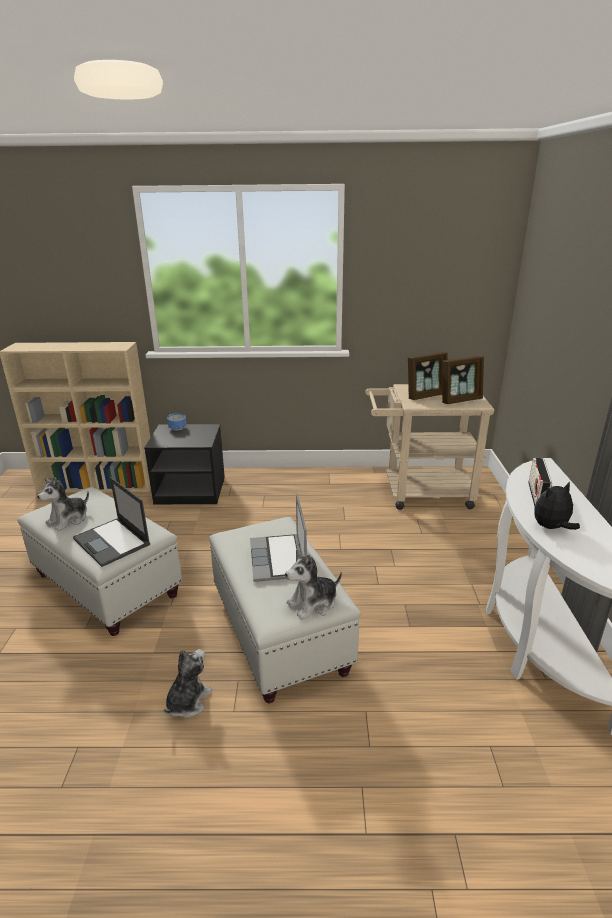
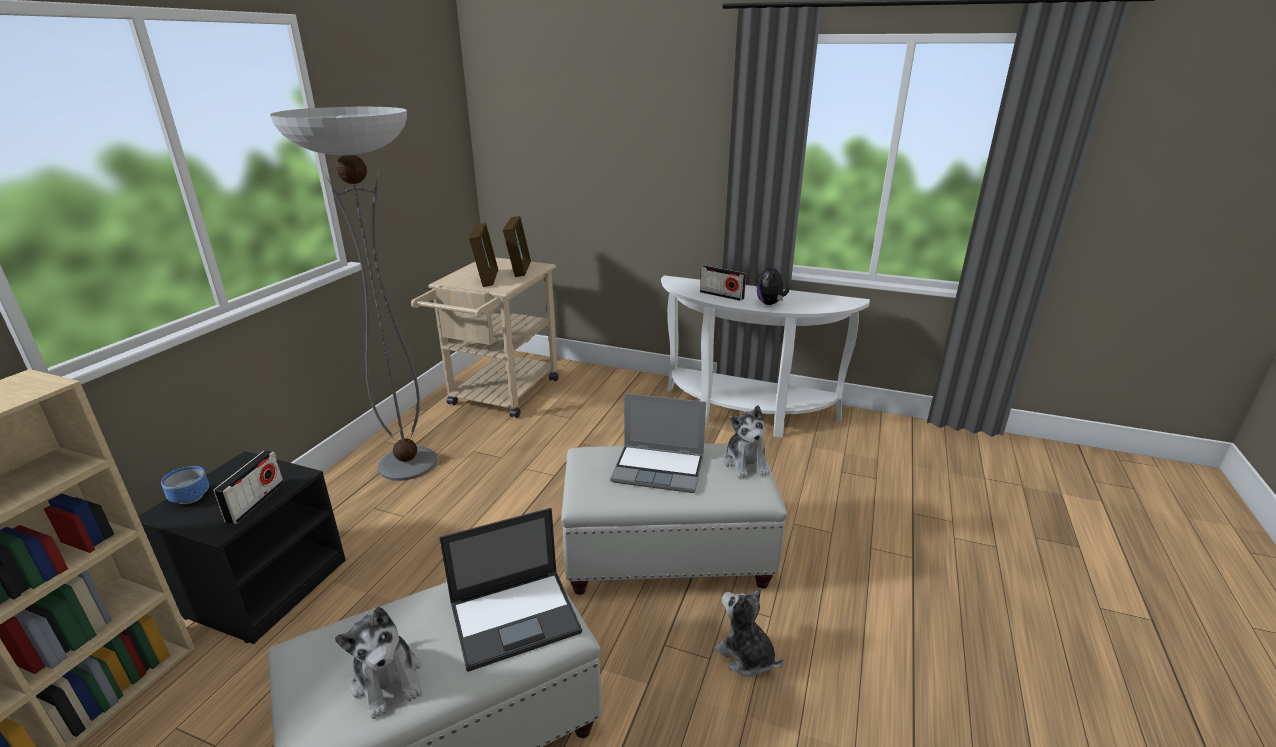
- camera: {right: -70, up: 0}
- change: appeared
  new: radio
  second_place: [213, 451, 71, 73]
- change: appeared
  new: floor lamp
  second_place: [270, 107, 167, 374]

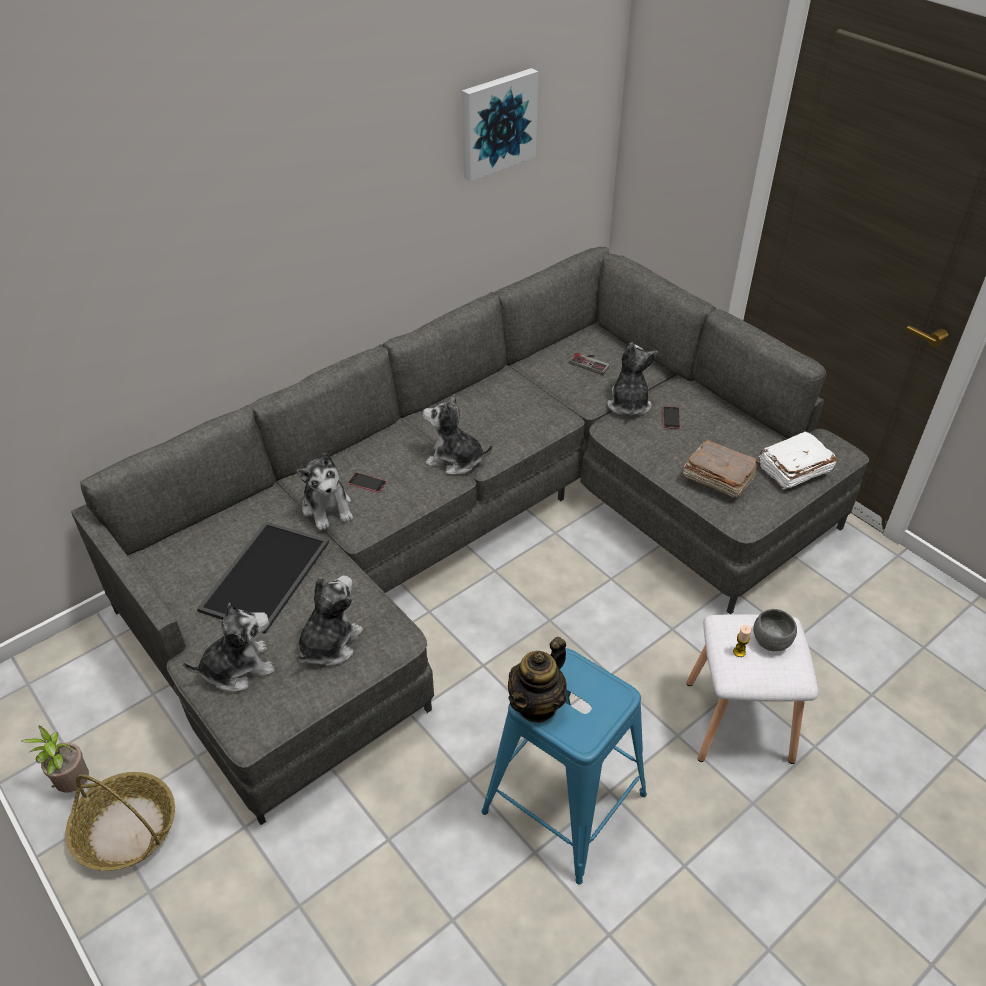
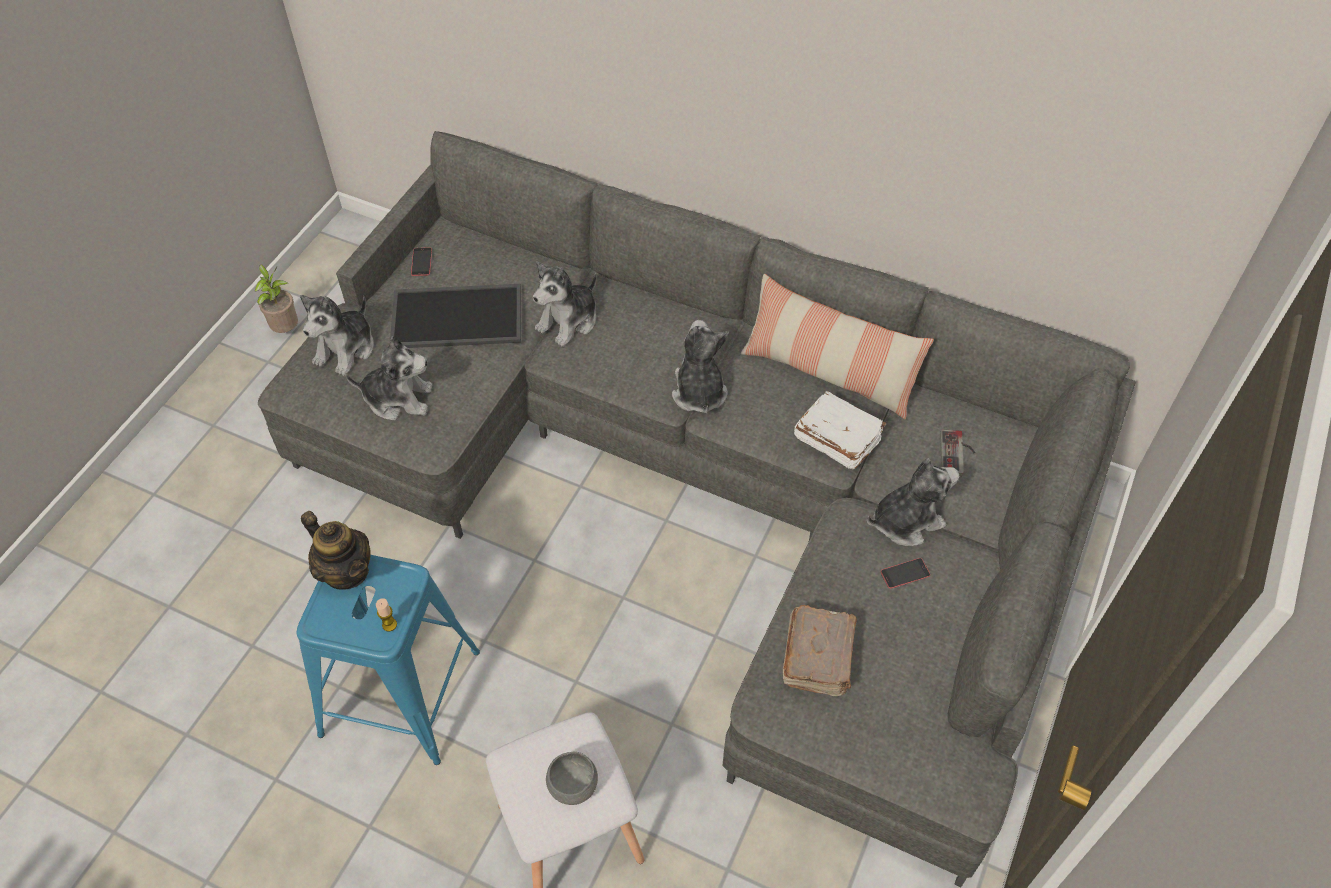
- camera: {right: 65, up: 10}
- change: missing
  old: household basket
  first_place: [66, 772, 109, 99]
- change: missing
  old: wall art
  first_place: [462, 68, 77, 114]
- change: appeared
  new: cushion
  second_place: [741, 274, 193, 145]
- change: relocated
  old: telephone
  first_place: [348, 472, 39, 21]
  second_place: [411, 247, 21, 29]
- change: relocated
  old: wax candle
  first_place: [733, 625, 18, 32]
  second_place: [376, 598, 21, 34]
- change: relocated
  old: white volume
  first_place: [759, 431, 78, 58]
  second_place: [794, 391, 92, 78]
- change: spun
  old: soft toy
  first_place: [183, 603, 92, 89]
  second_place: [300, 295, 74, 81]
  degrees: 75
- change: spun
  old: teapot
  first_place: [508, 637, 59, 86]
  second_place: [301, 511, 69, 79]
  degrees: -150

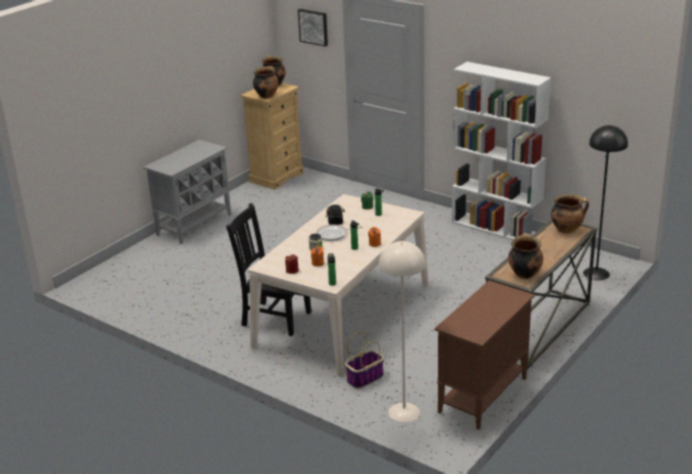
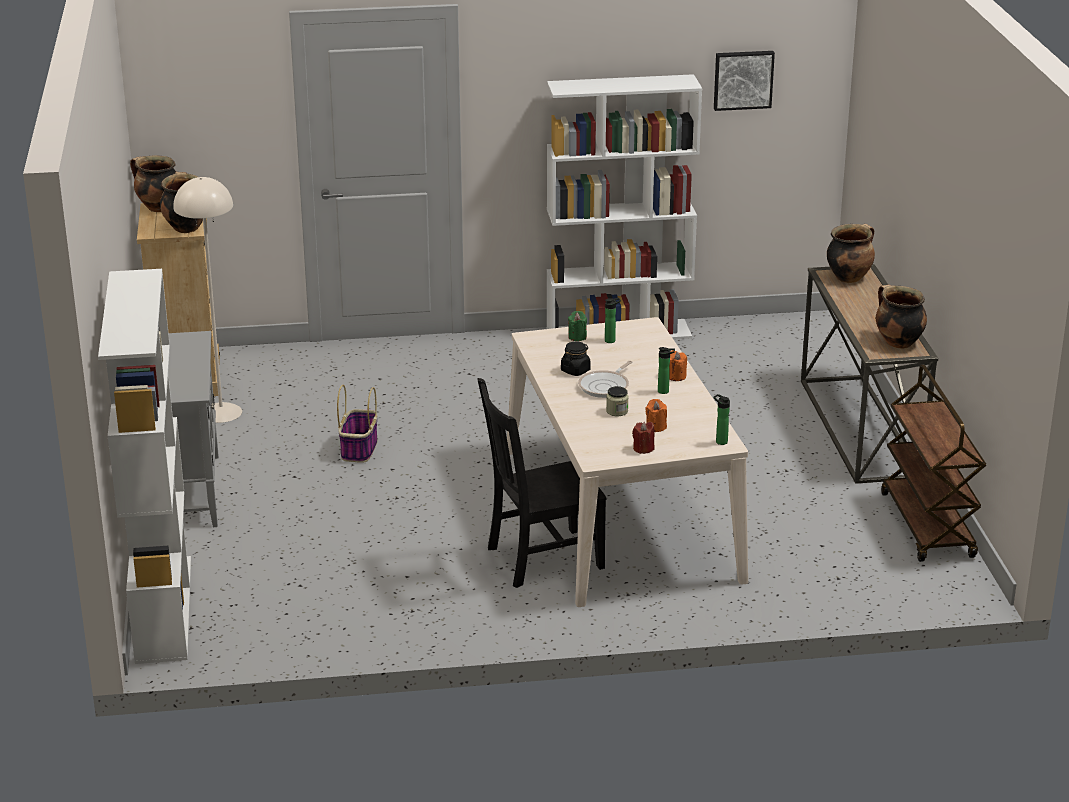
- camera: {right: -45, up: 0}
- change: missing
  old: blackish floor lamp
  first_place: [583, 125, 45, 156]
- change: appeared
  new: white bookshelf
  second_place: [98, 269, 93, 395]
- change: relocated
  old: wall art
  first_place: [298, 9, 30, 38]
  second_place: [714, 51, 61, 60]
- change: relocated
  old: household basket
  first_place: [345, 331, 39, 58]
  second_place: [337, 385, 41, 78]
- change: relocated
  old: beige floor lamp
  first_place: [379, 241, 47, 181]
  second_place: [173, 177, 69, 246]
- change: exchanged
  old: brownish storage cabinet
  new: brownish trolley
  first_place: [434, 280, 101, 150]
  second_place: [881, 364, 105, 198]

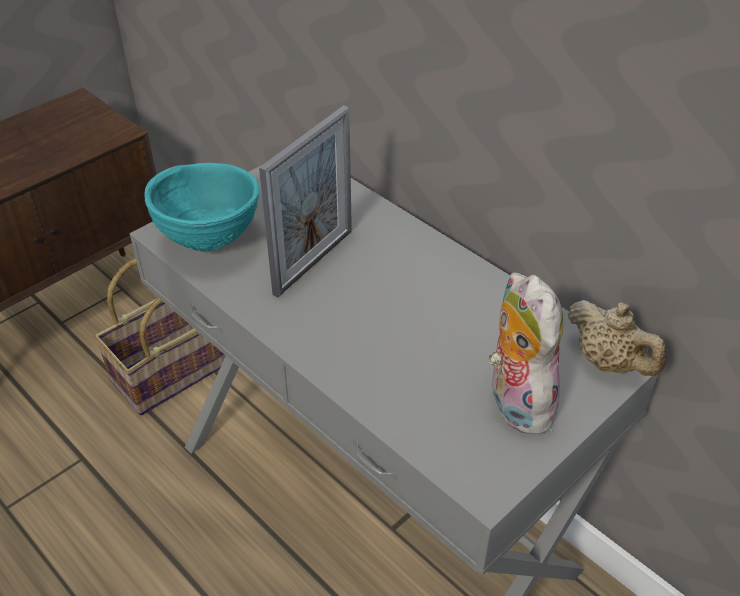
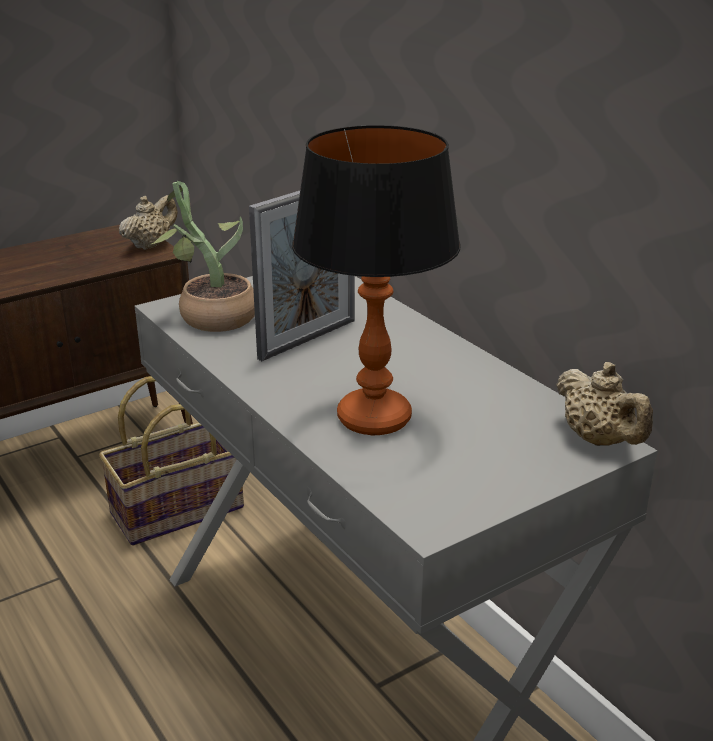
- camera: {right: 10, up: -15}
- change: missing
  old: soft toy
  first_place: [489, 272, 74, 163]
- change: appeared
  new: beige teapot
  second_place: [119, 195, 59, 55]
- change: appeared
  new: table lamp
  second_place: [292, 125, 169, 311]
- change: exchanged
  old: turquoise bowl
  new: houseplant
  first_place: [144, 163, 115, 88]
  second_place: [150, 181, 105, 151]

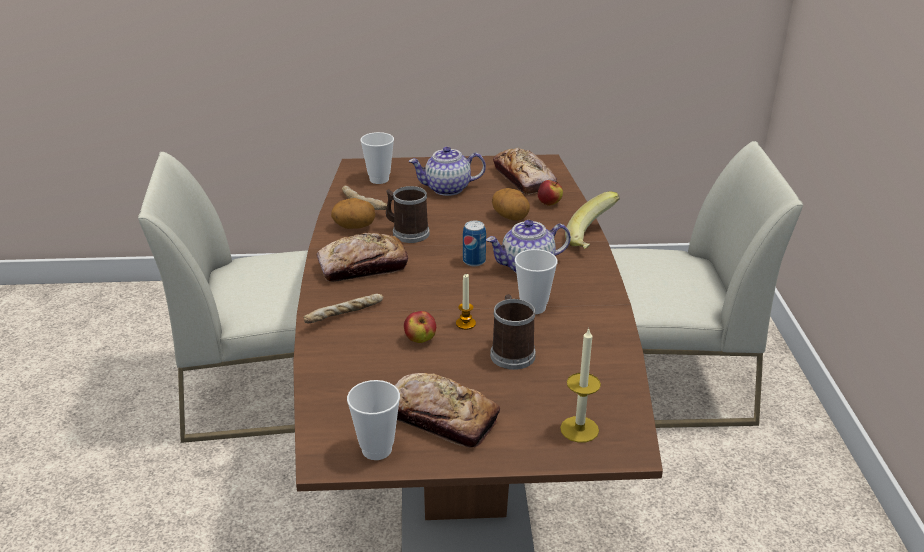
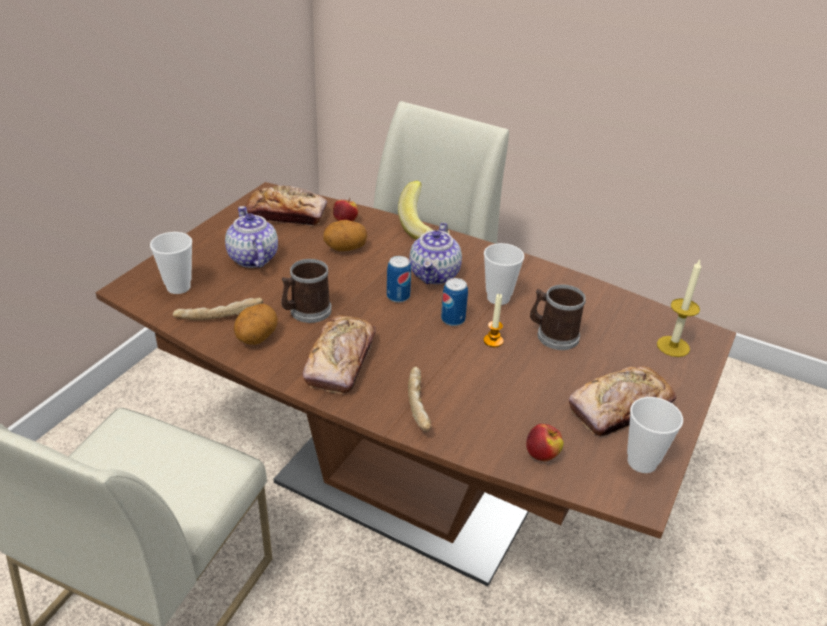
- camera: {right: -60, up: 5}
- change: appeared
  new: sealed can
  second_place: [441, 278, 27, 48]
- change: relocated
  old: apple
  first_place: [404, 311, 32, 32]
  second_place: [526, 424, 37, 37]
- change: spun
  old: teapot
  first_place: [409, 146, 77, 50]
  second_place: [225, 206, 53, 62]
  degrees: 135

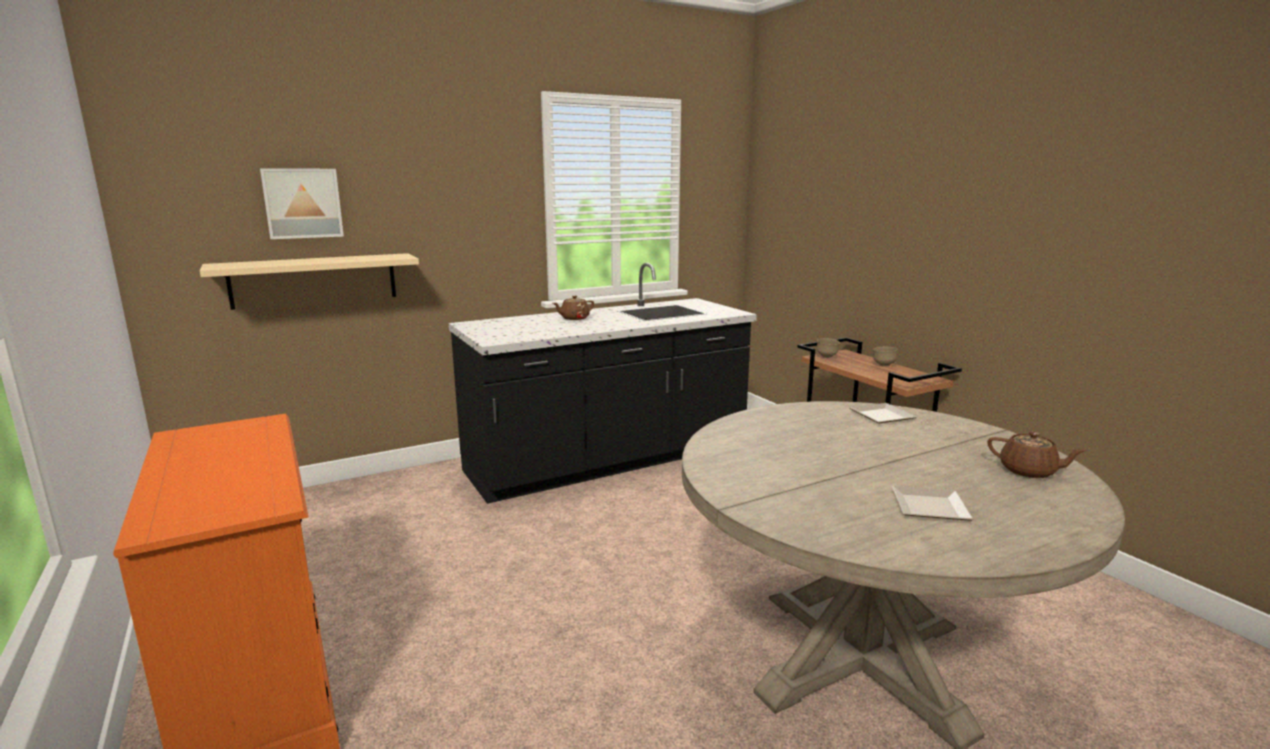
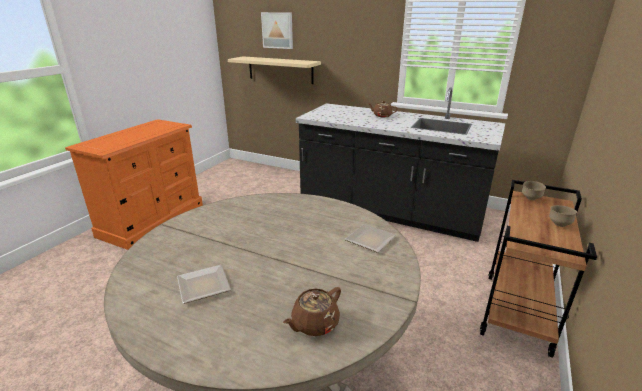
- camera: {right: 55, up: 10}
- change: spun
  old: brownish teapot
  first_place: [987, 431, 99, 47]
  second_place: [283, 287, 58, 49]
  degrees: 45

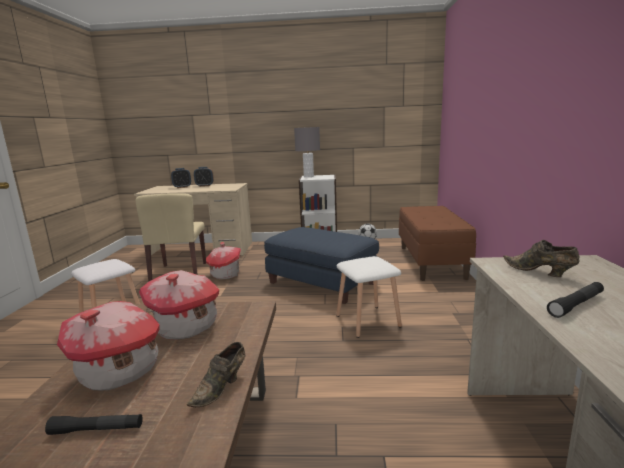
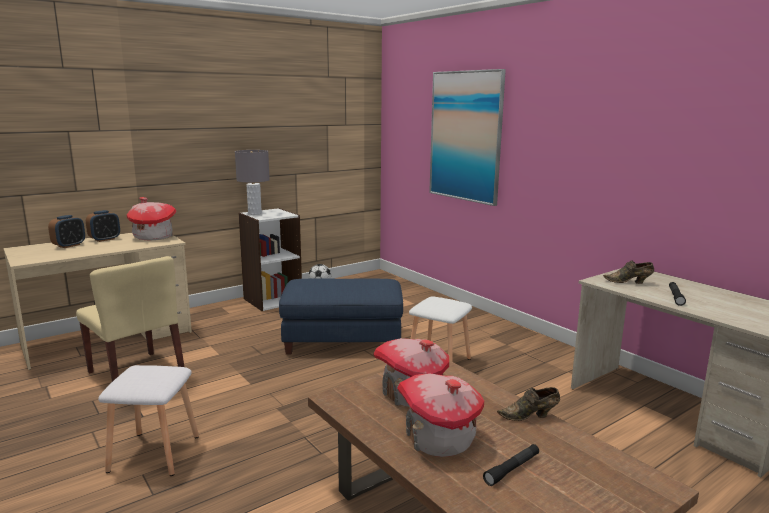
- camera: {right: -40, up: 0}
- change: missing
  old: brownish long seat
  first_place: [399, 206, 77, 75]
- change: appeared
  new: wall art
  second_place: [429, 69, 77, 137]
- change: relocated
  old: toy house
  first_place: [206, 242, 35, 37]
  second_place: [127, 197, 50, 43]
- change: spun
  old: brownish low shoe
  first_place: [187, 342, 58, 65]
  second_place: [497, 387, 63, 34]
  degrees: 90

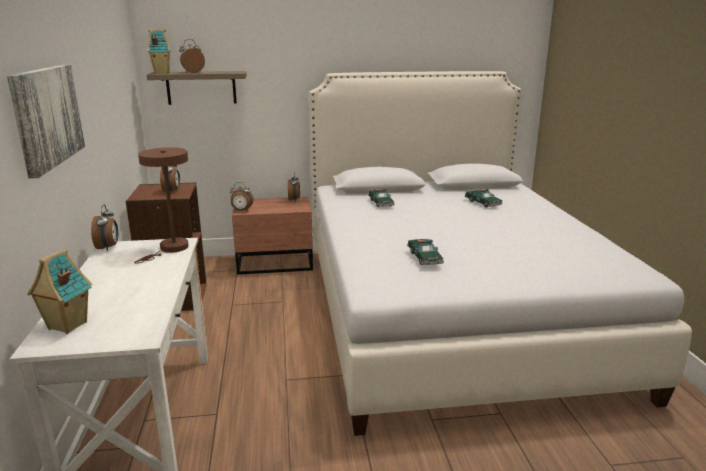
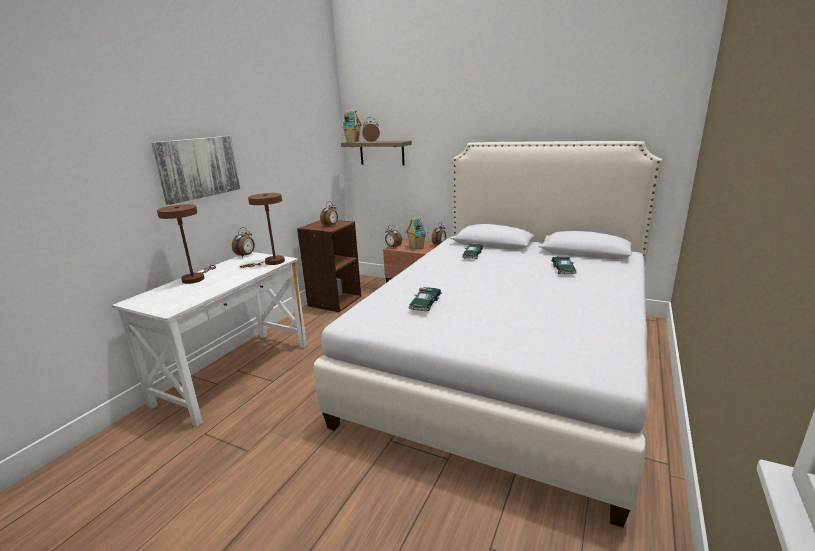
- camera: {right: 35, up: 0}
- change: appeared
  new: brownish table lamp
  second_place: [157, 204, 59, 80]
- change: relocated
  old: toy house
  first_place: [27, 248, 65, 86]
  second_place: [406, 217, 21, 32]

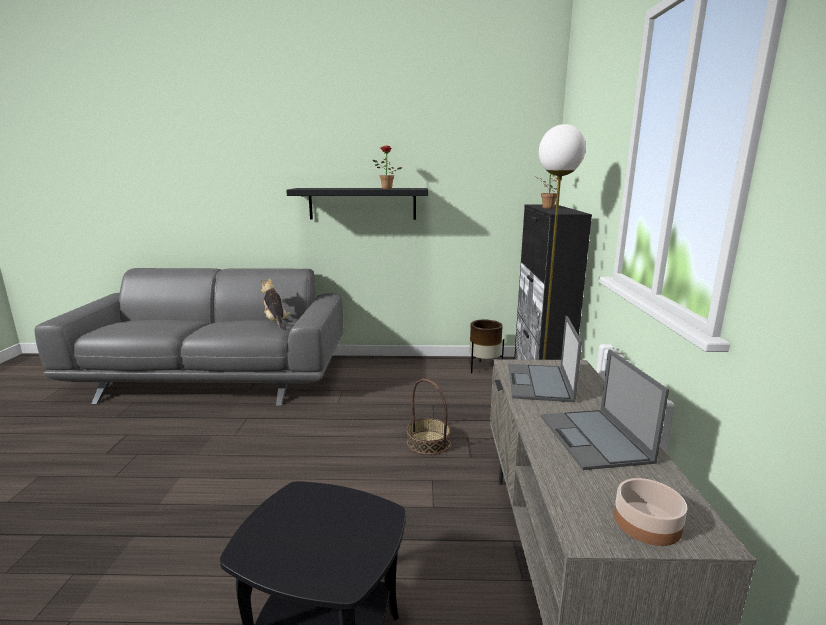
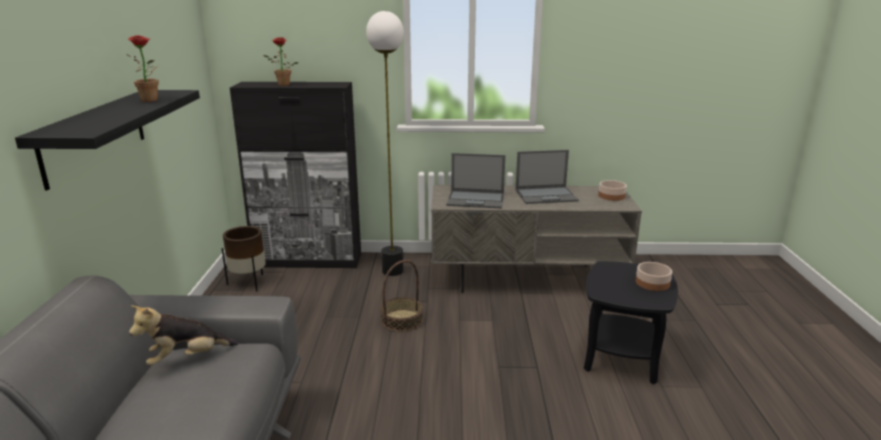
- camera: {right: -90, up: 5}
- change: appeared
  new: bowl
  second_place: [636, 262, 36, 29]

